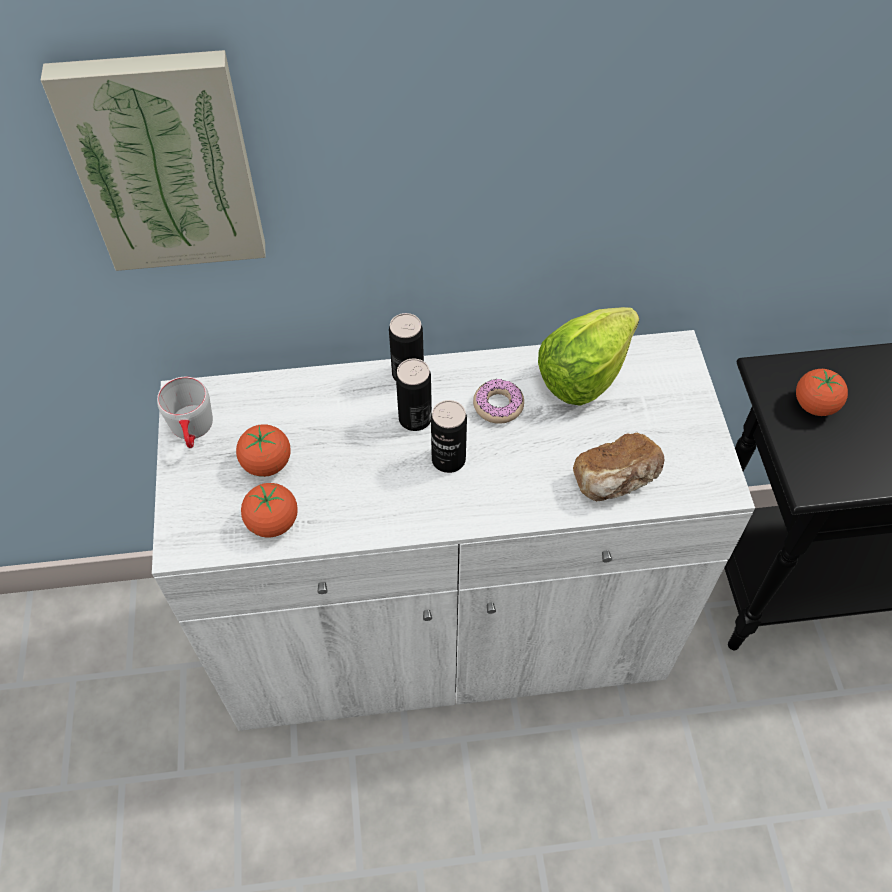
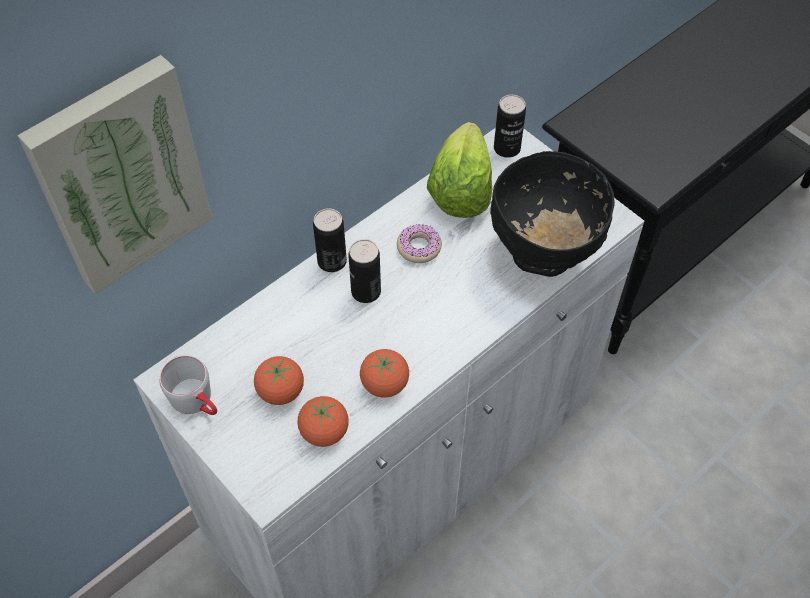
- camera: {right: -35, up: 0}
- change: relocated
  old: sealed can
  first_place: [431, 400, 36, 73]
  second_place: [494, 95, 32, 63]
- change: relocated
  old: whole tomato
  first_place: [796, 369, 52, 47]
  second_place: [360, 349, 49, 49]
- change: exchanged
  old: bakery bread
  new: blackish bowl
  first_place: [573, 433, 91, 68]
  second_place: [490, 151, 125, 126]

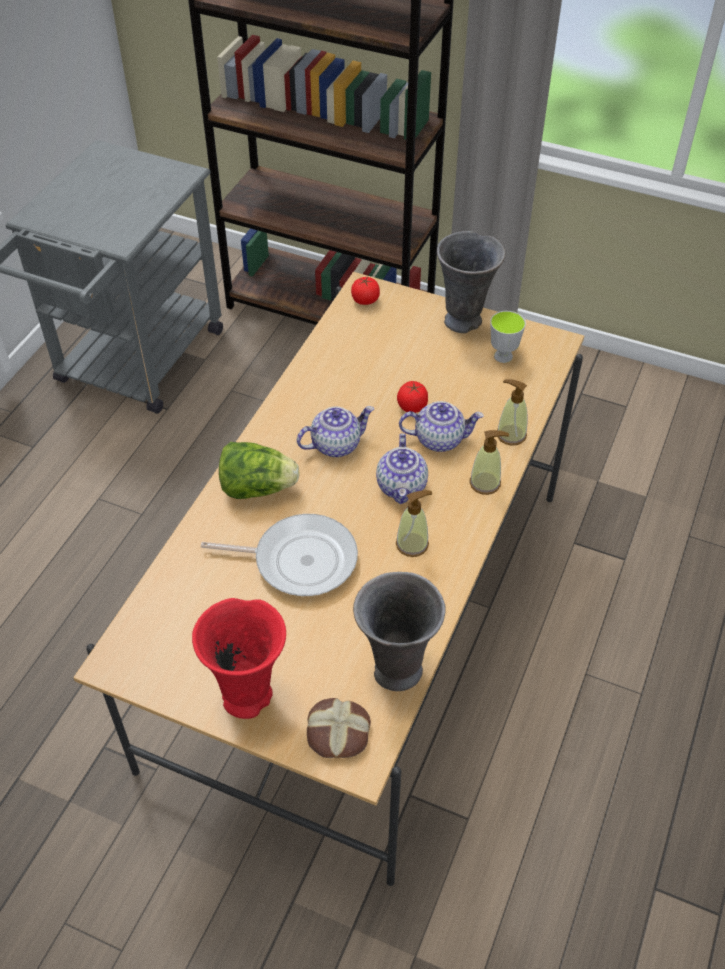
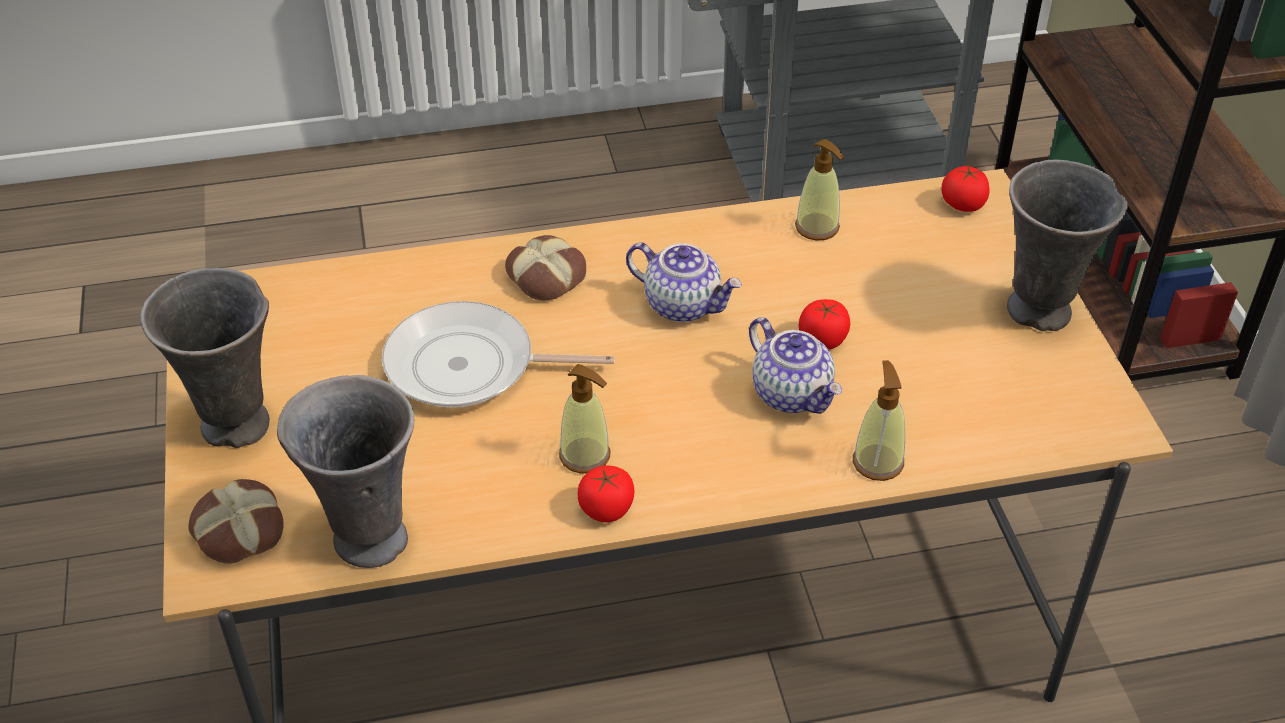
- camera: {right: 55, up: -5}
- change: missing
  old: teapot
  first_place: [376, 434, 52, 70]
- change: missing
  old: small cup
  first_place: [490, 311, 36, 52]
- change: appeared
  new: whole tomato
  second_place: [578, 466, 56, 56]
- change: relocated
  old: soap dispenser
  first_place: [469, 430, 40, 65]
  second_place: [795, 139, 49, 102]
- change: exchanged
  old: lettuce head
  new: bakery bread
  first_place: [219, 442, 81, 57]
  second_place: [505, 235, 81, 65]
- change: colour
  old: reddish decorative vase
  new: gray decorative vase
  first_place: [192, 598, 94, 121]
  second_place: [141, 268, 129, 180]
- change: spun
  old: frying pan
  first_place: [201, 514, 157, 82]
  second_place: [382, 301, 233, 107]
  degrees: 120

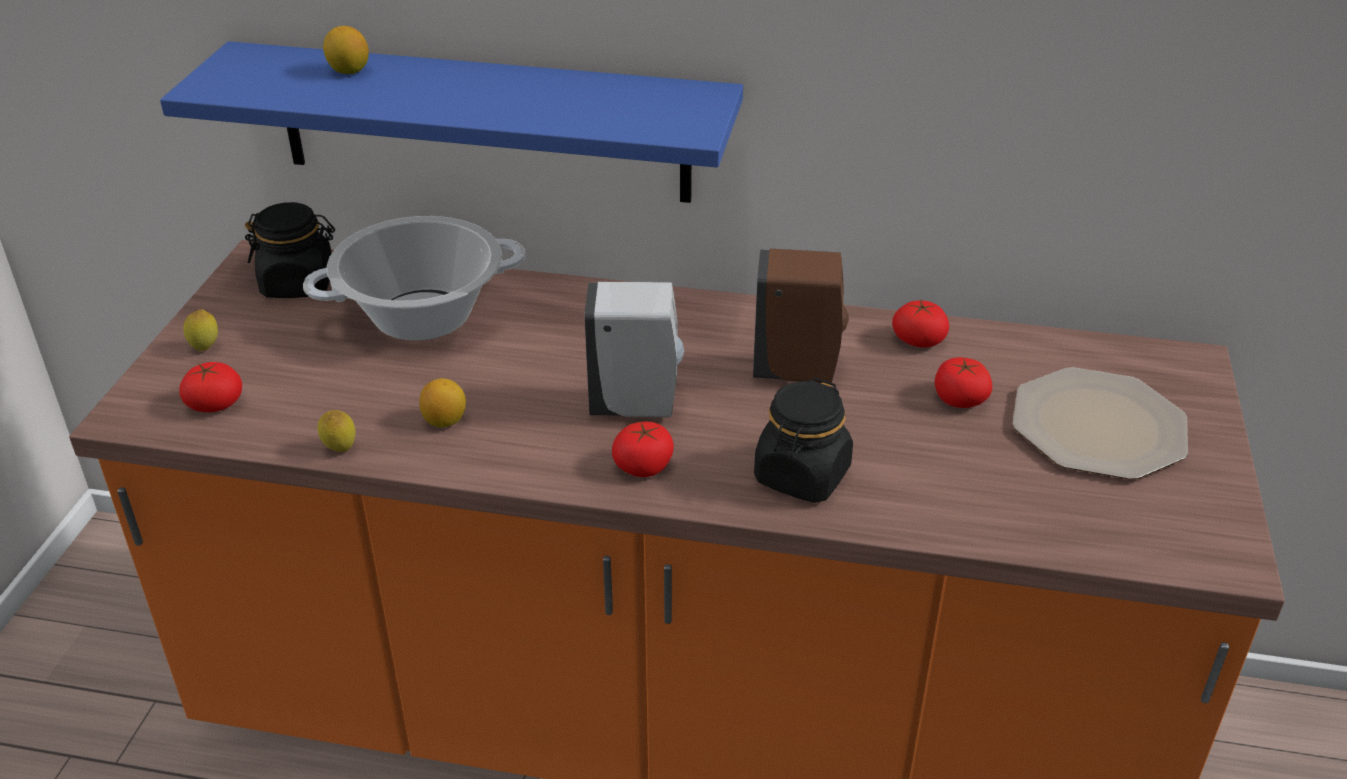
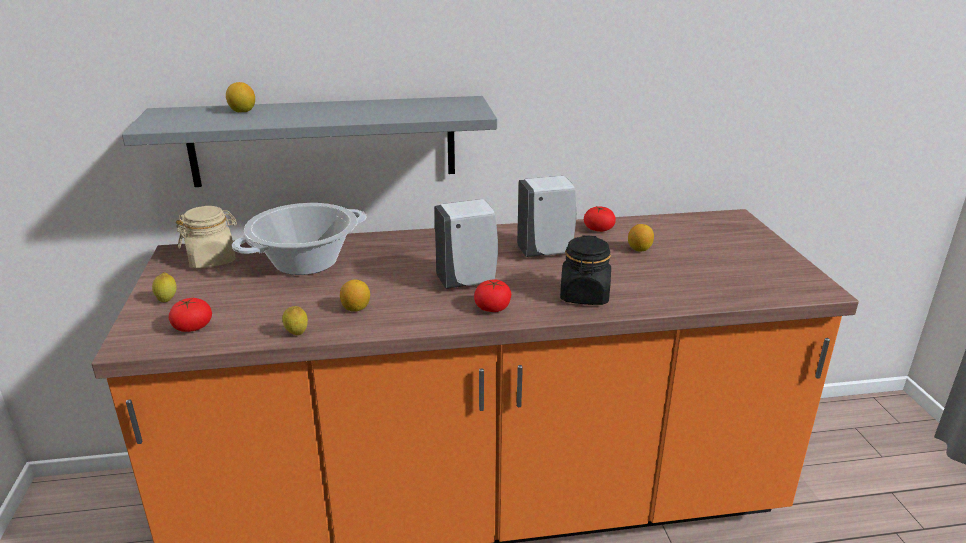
- camera: {right: -20, up: -10}
- change: missing
  old: plate
  first_place: [1012, 367, 176, 113]
- change: exchanged
  old: whole tomato
  new: lemon
  first_place: [934, 357, 58, 51]
  second_place: [628, 224, 26, 27]
- change: colour
  old: blue-coloured shelf
  new: gray shelf
  first_place: [160, 41, 583, 162]
  second_place: [122, 96, 375, 91]
- change: colour
  old: blackish jar
  new: beige jar
  first_place: [245, 202, 90, 96]
  second_place: [176, 206, 61, 62]
- change: colour
  old: brownish soap dispenser
  new: white soap dispenser
  first_place: [753, 249, 96, 134]
  second_place: [517, 176, 59, 81]

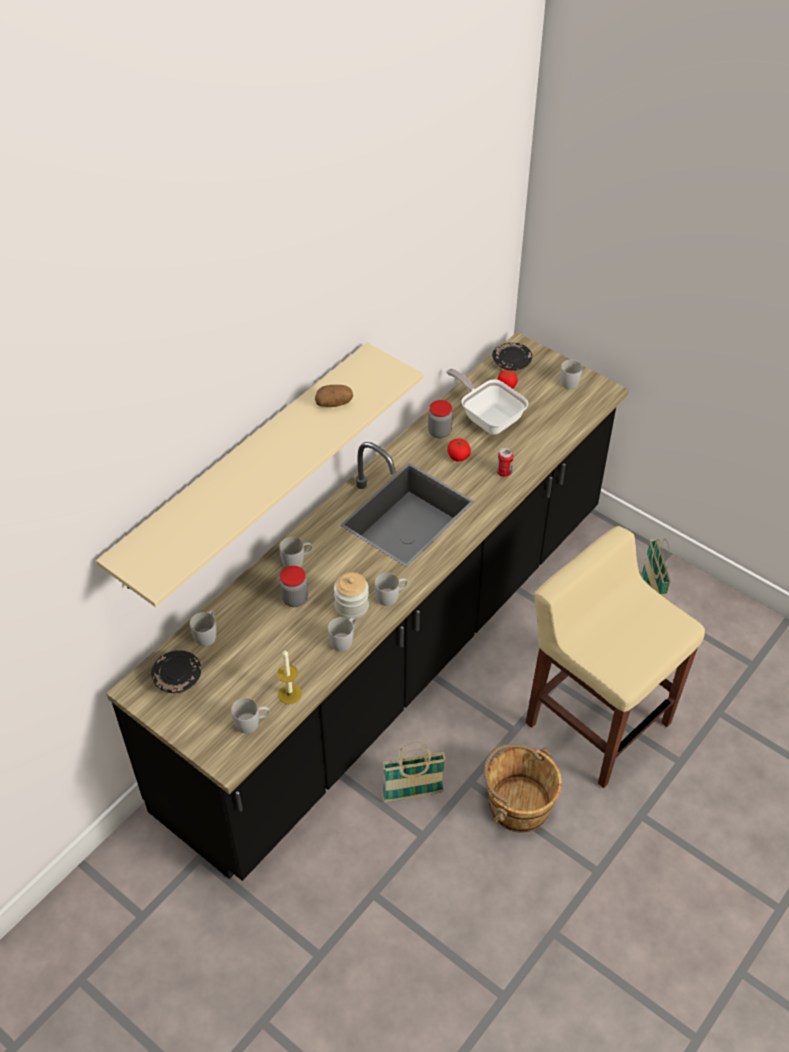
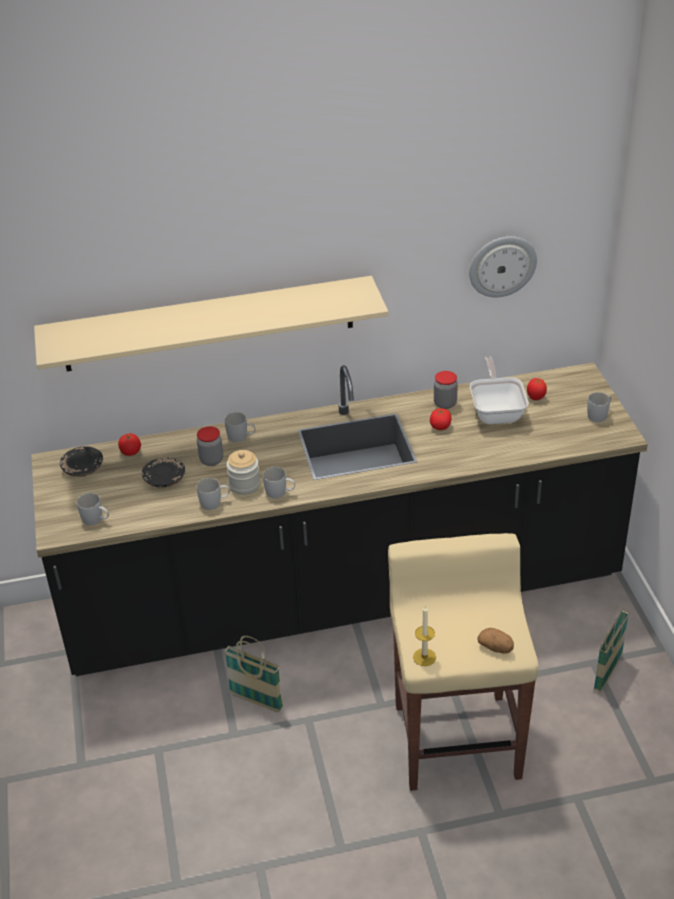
- camera: {right: 40, up: -10}
- change: missing
  old: brownish pail
  first_place: [484, 744, 78, 89]
- change: missing
  old: sealed can
  first_place: [497, 448, 17, 29]
- change: appeared
  new: hanging clock
  second_place: [469, 236, 68, 61]
- change: relocated
  old: wax candle
  first_place: [277, 650, 25, 54]
  second_place: [413, 605, 23, 61]
- change: relocated
  old: spud
  first_place: [315, 385, 38, 22]
  second_place: [477, 628, 37, 26]
- change: relocated
  old: blackish plate
  first_place: [492, 342, 40, 29]
  second_place: [142, 458, 43, 29]
- change: exchanged
  old: white mug
  new: whole tomato
  first_place: [190, 610, 26, 36]
  second_place: [118, 433, 23, 23]

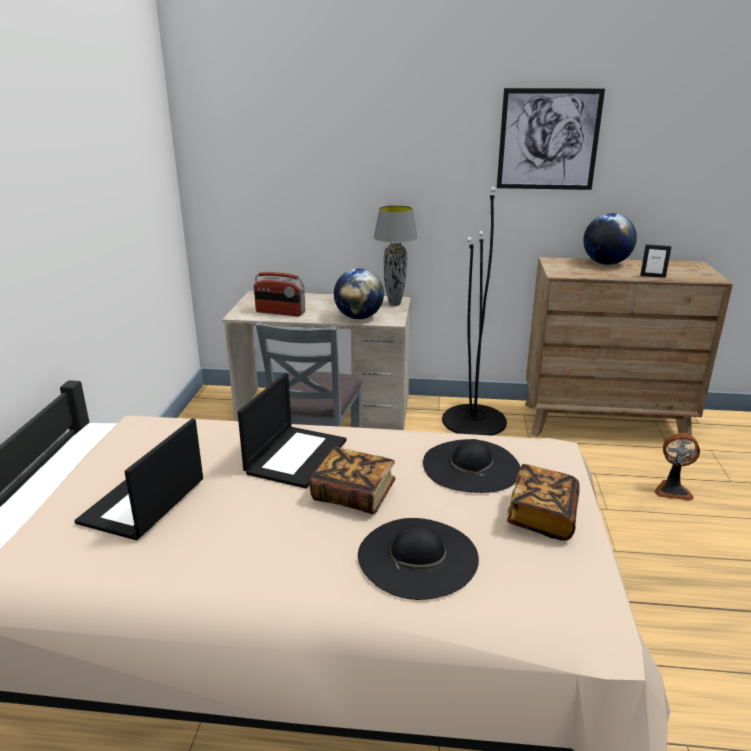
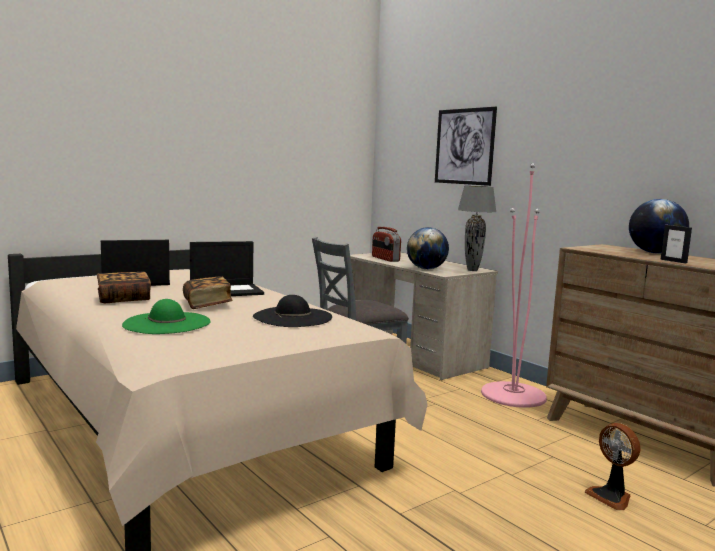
- camera: {right: 45, up: -15}
- change: relocated
  old: wall art
  first_place: [497, 88, 108, 102]
  second_place: [435, 107, 62, 79]
- change: relocated
  old: volume
  first_place: [507, 464, 73, 77]
  second_place: [97, 272, 54, 31]
- change: colour
  old: blackish hat
  new: green-coloured hat
  first_place: [358, 518, 121, 82]
  second_place: [122, 299, 89, 35]
- change: colour
  old: blackish floor lamp
  new: pink floor lamp
  first_place: [442, 187, 65, 249]
  second_place: [481, 163, 66, 245]

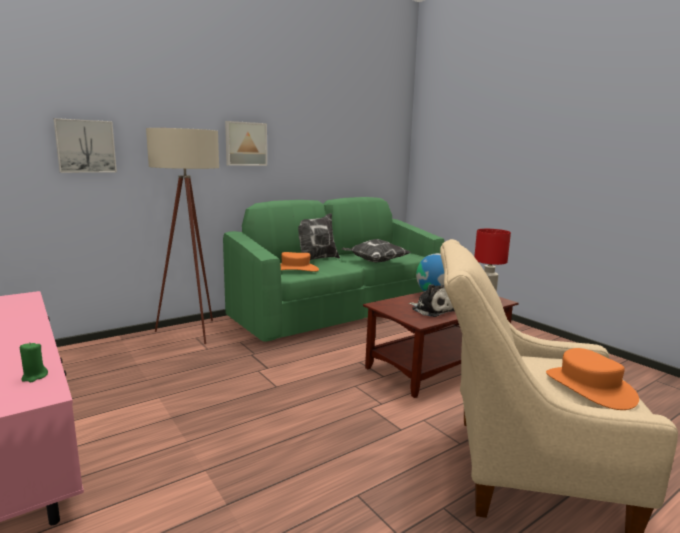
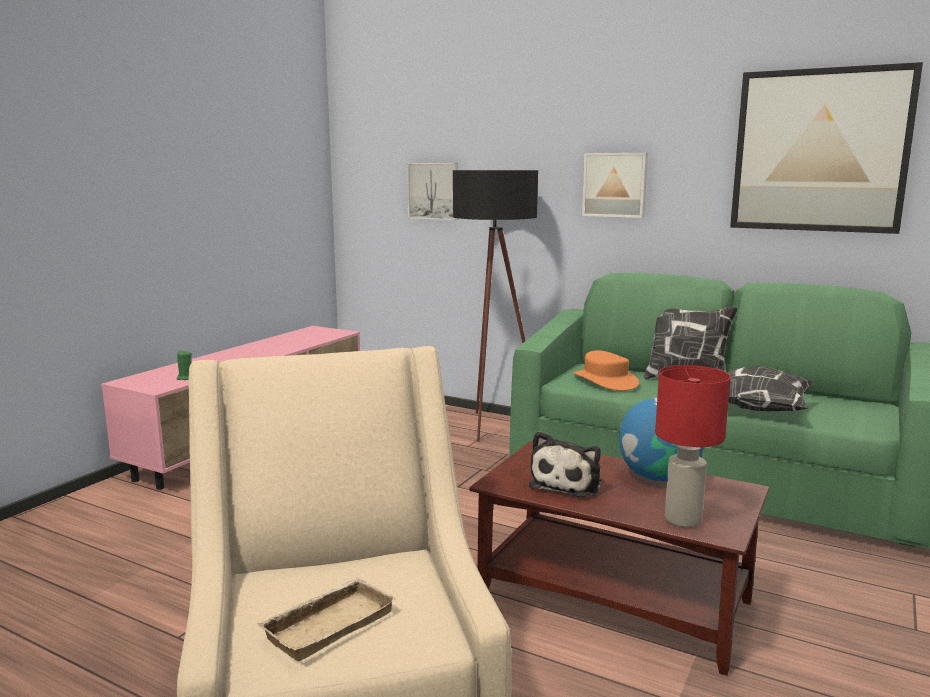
- camera: {right: 65, up: 0}
- change: appeared
  new: wall art
  second_place: [730, 62, 193, 172]
- change: exchanged
  old: orange hat
  new: beige carrying tray
  first_place: [546, 348, 93, 62]
  second_place: [257, 577, 140, 84]
- change: colour
  old: beige floor lamp
  new: blackish floor lamp
  first_place: [146, 128, 73, 216]
  second_place: [453, 170, 85, 272]

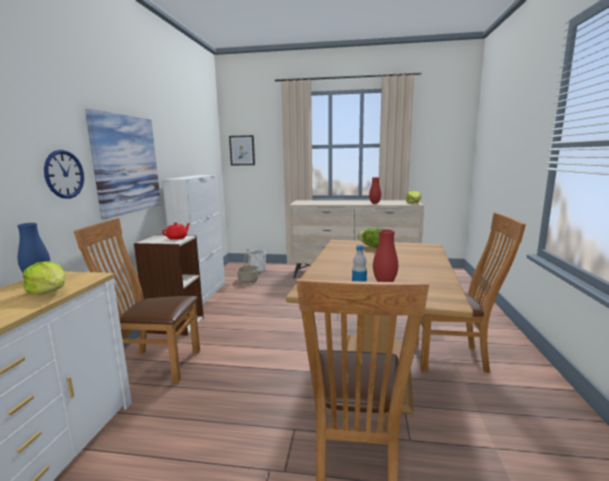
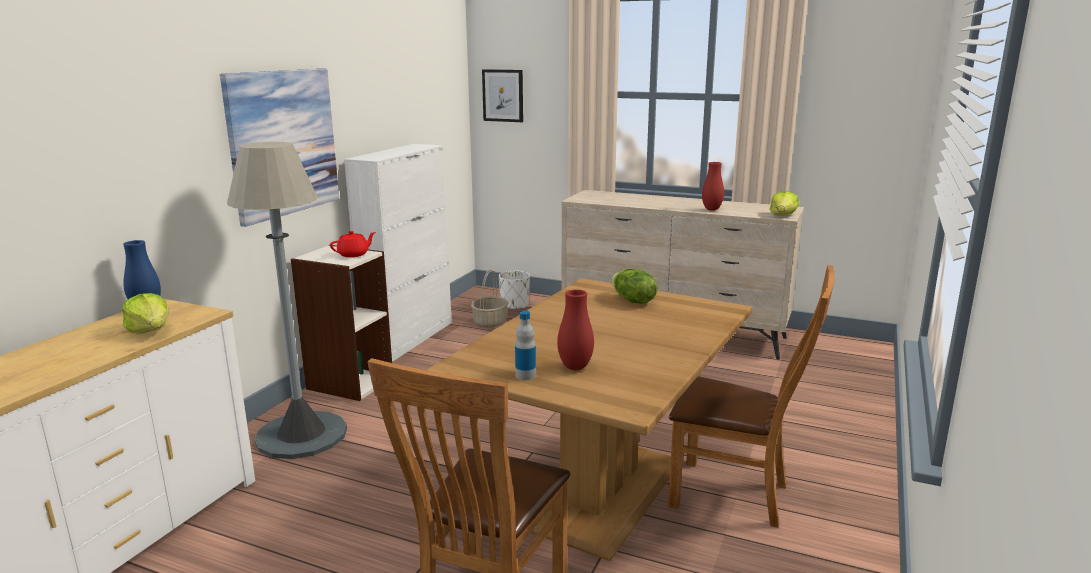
- camera: {right: 15, up: 5}
- change: missing
  old: hanging clock
  first_place: [44, 150, 40, 49]
- change: exchanged
  old: brownish upright chair
  new: gray floor lamp
  first_place: [74, 218, 126, 165]
  second_place: [227, 142, 120, 317]

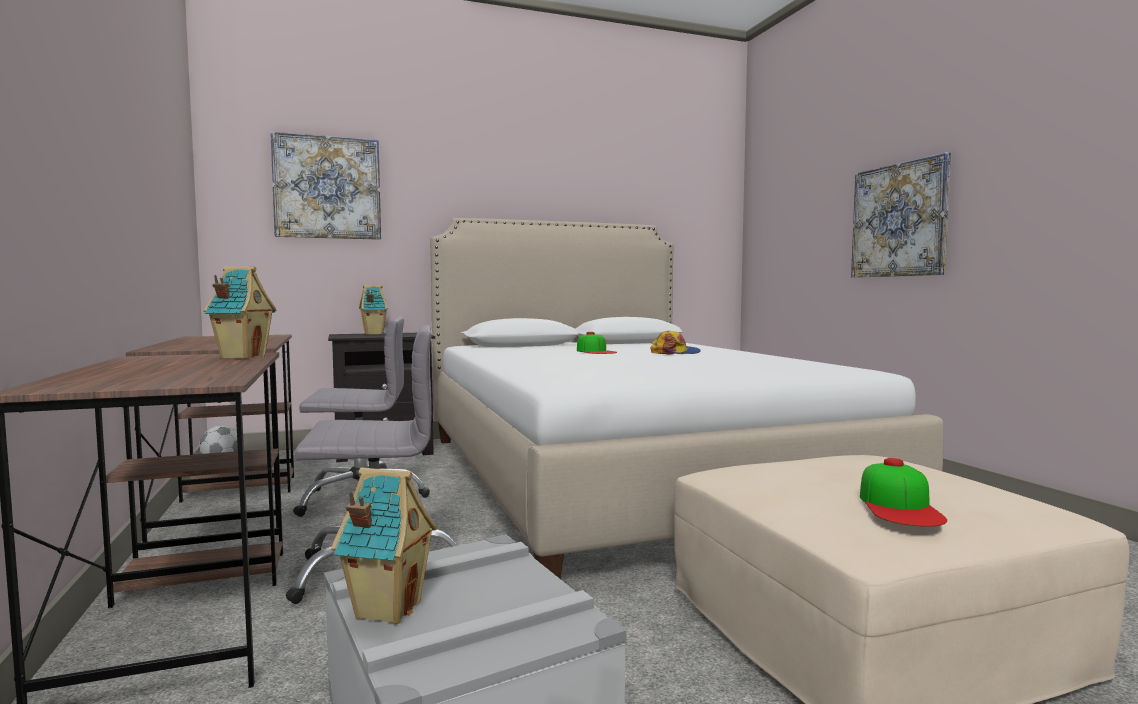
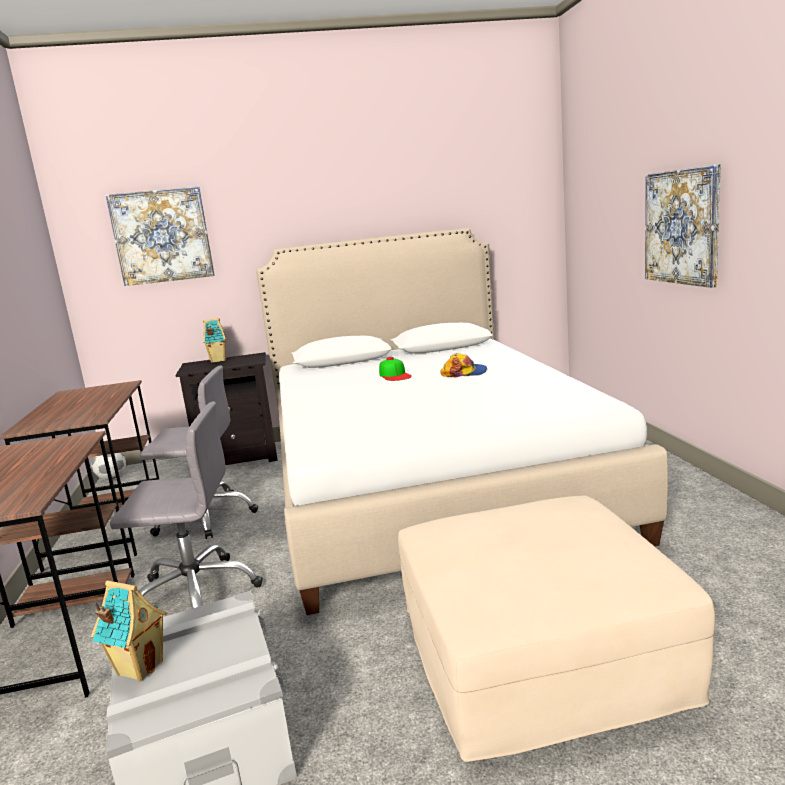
- camera: {right: 10, up: 10}
- change: missing
  old: toy house
  first_place: [204, 266, 73, 93]
- change: missing
  old: peaked cap
  first_place: [860, 458, 87, 69]

